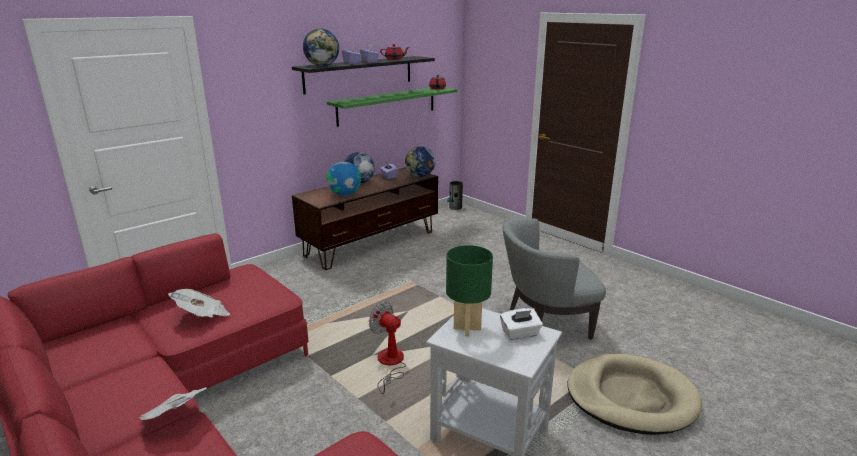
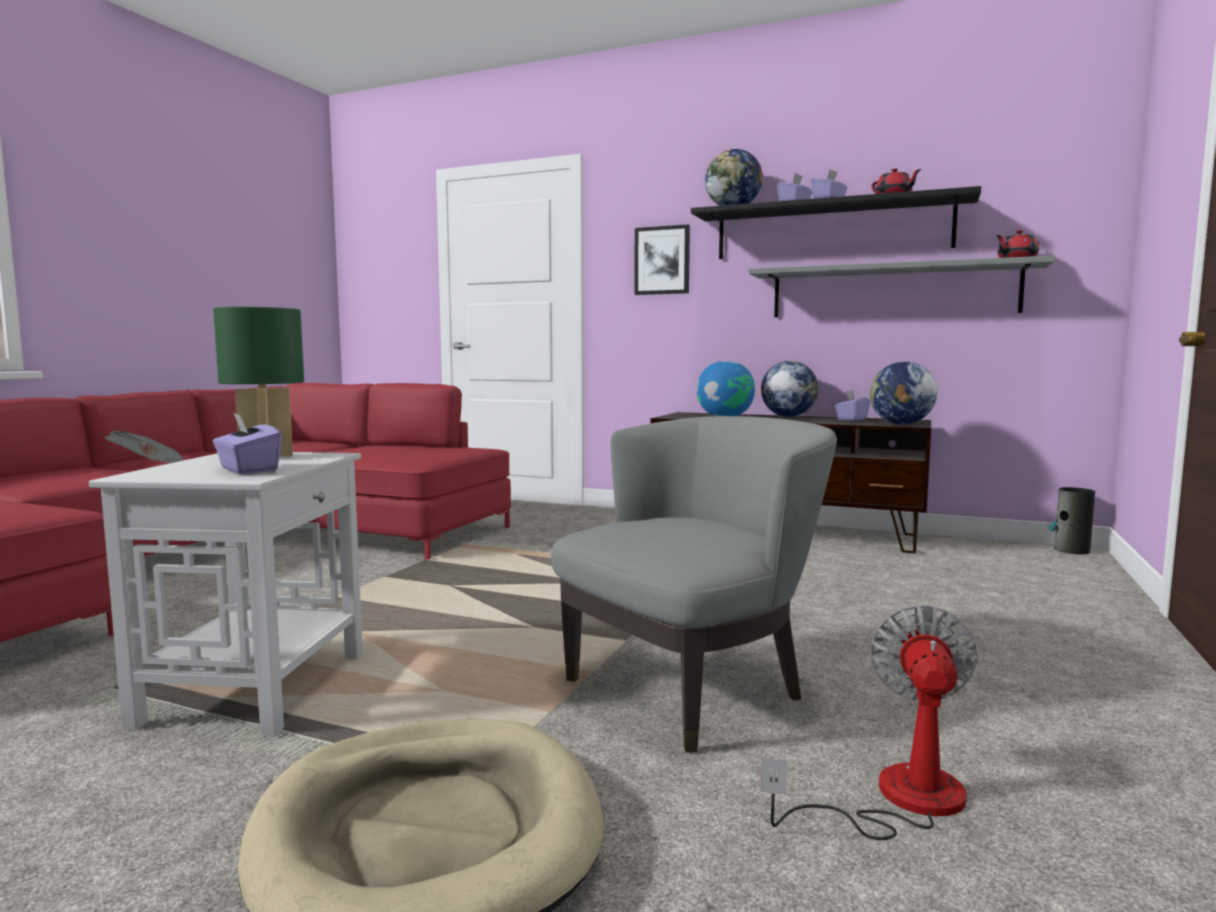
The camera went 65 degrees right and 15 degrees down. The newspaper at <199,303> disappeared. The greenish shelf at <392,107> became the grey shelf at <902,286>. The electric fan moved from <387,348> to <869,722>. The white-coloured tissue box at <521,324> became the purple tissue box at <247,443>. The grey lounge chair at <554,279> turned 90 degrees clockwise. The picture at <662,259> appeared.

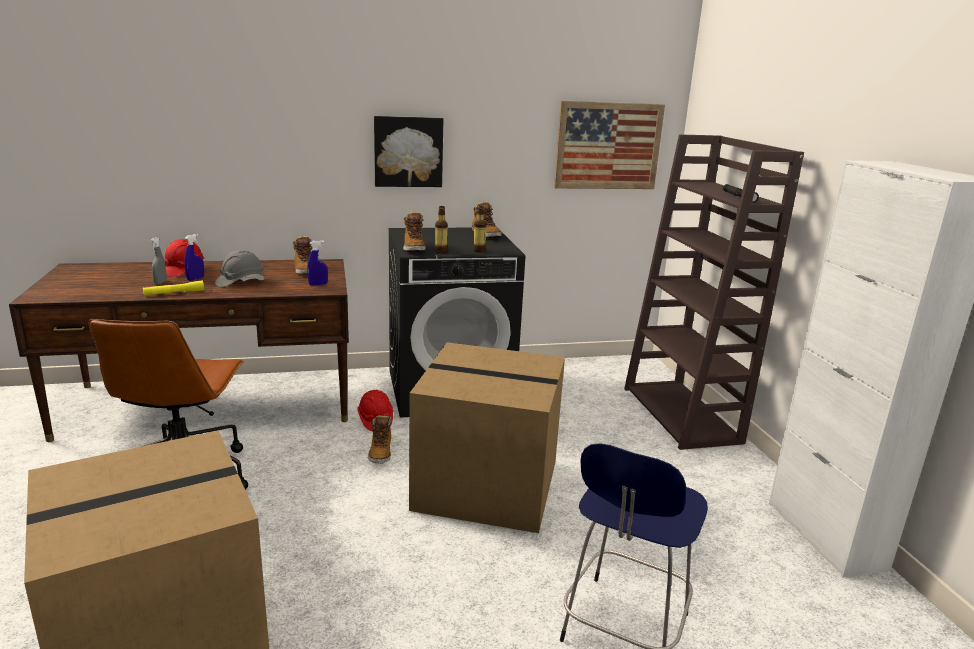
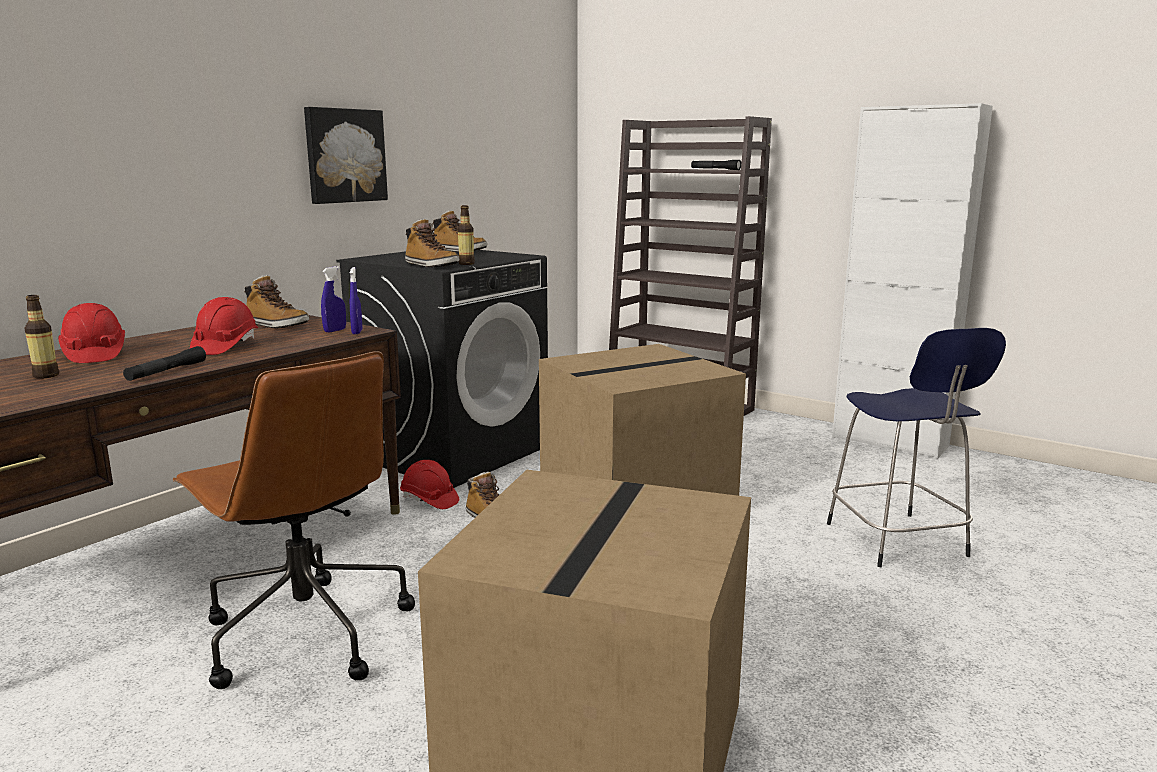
The camera went 40 degrees left and 5 degrees down. The yellowish torch at <173,287> became the blackish torch at <164,363>. The grey sprayer at <158,261> disappeared. The bluish sprayer moved from <194,257> to <356,300>. The grey safety helmet at <240,268> became the red-coloured safety helmet at <224,326>. The drink bottle moved from <480,229> to <41,337>. The picture at <609,145> disappeared.

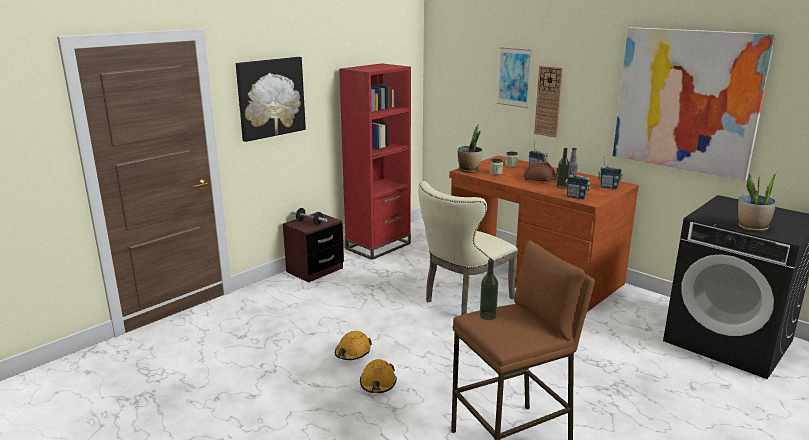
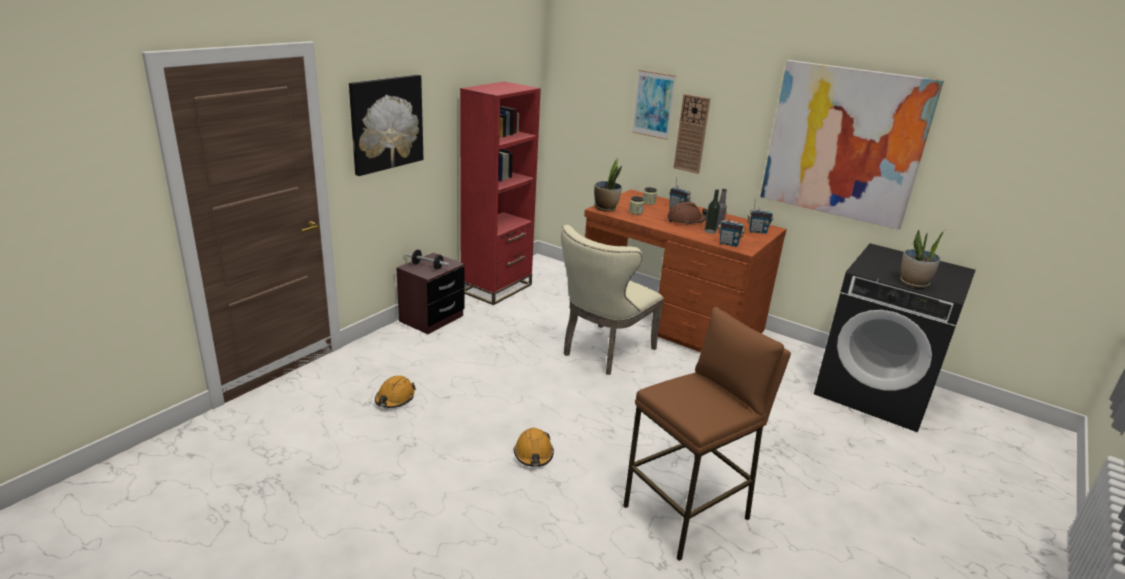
The camera went 10 degrees left and 5 degrees up. The orange-coloured safety helmet moved from <353,345> to <395,392>. The drink bottle at <489,289> disappeared.

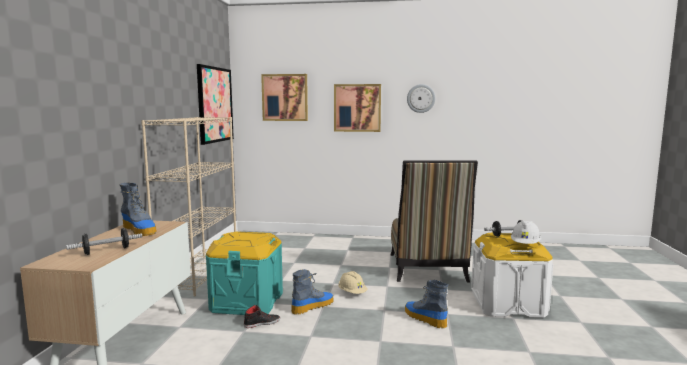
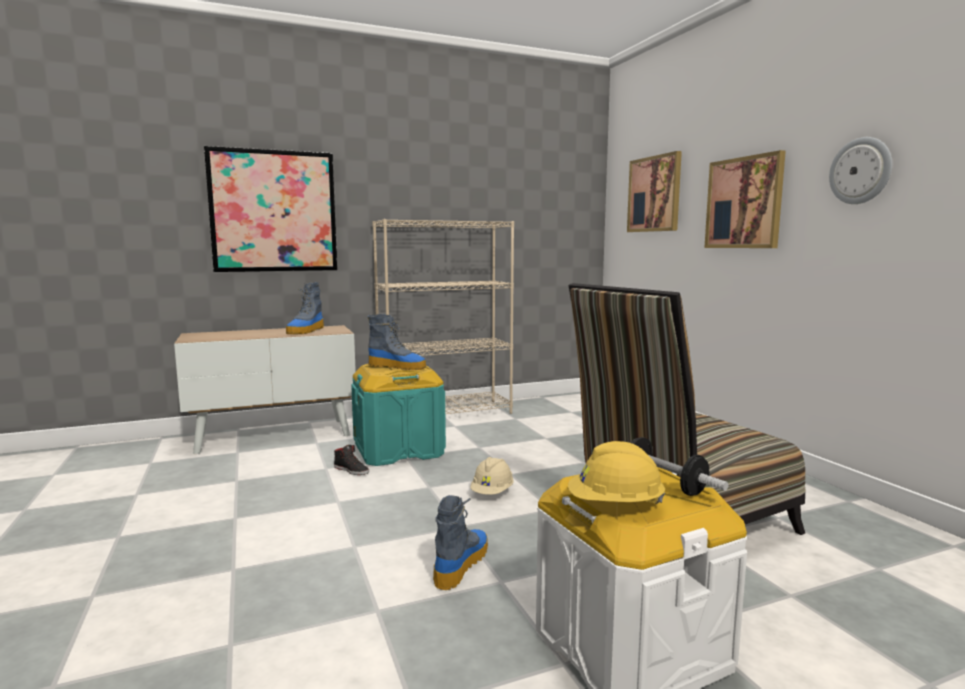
The camera went 60 degrees right and 0 degrees up. The dumbbell at <104,241> disappeared. The picture moved from <215,104> to <270,209>. The tall boot moved from <312,292> to <397,342>. The white-coloured safety helmet at <526,232> became the yellowish safety helmet at <616,472>.

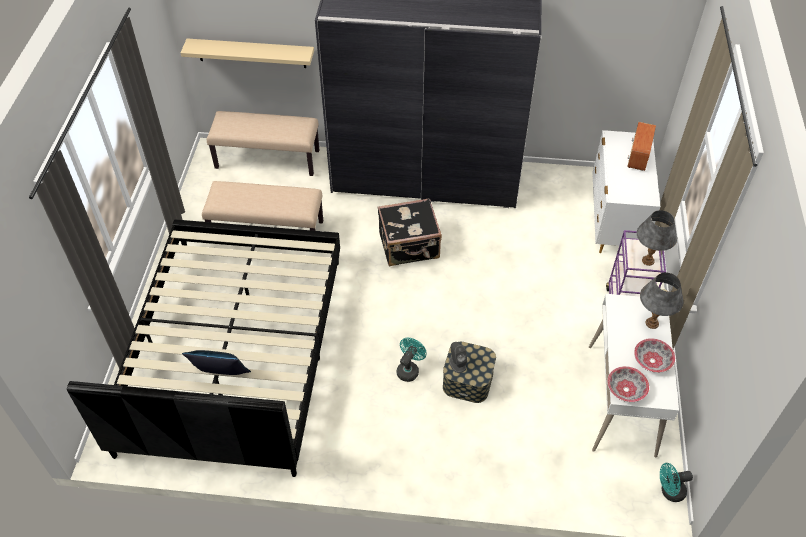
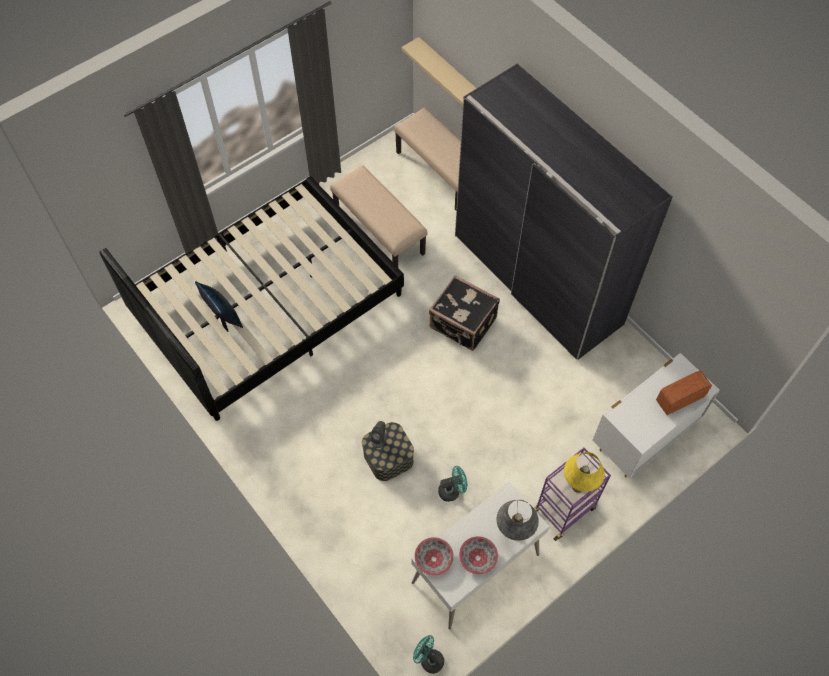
The camera went 45 degrees right and 10 degrees up. The turquoise electric fan moved from <412,360> to <452,484>. The grey table lamp at <657,238> became the yellowish table lamp at <584,472>.

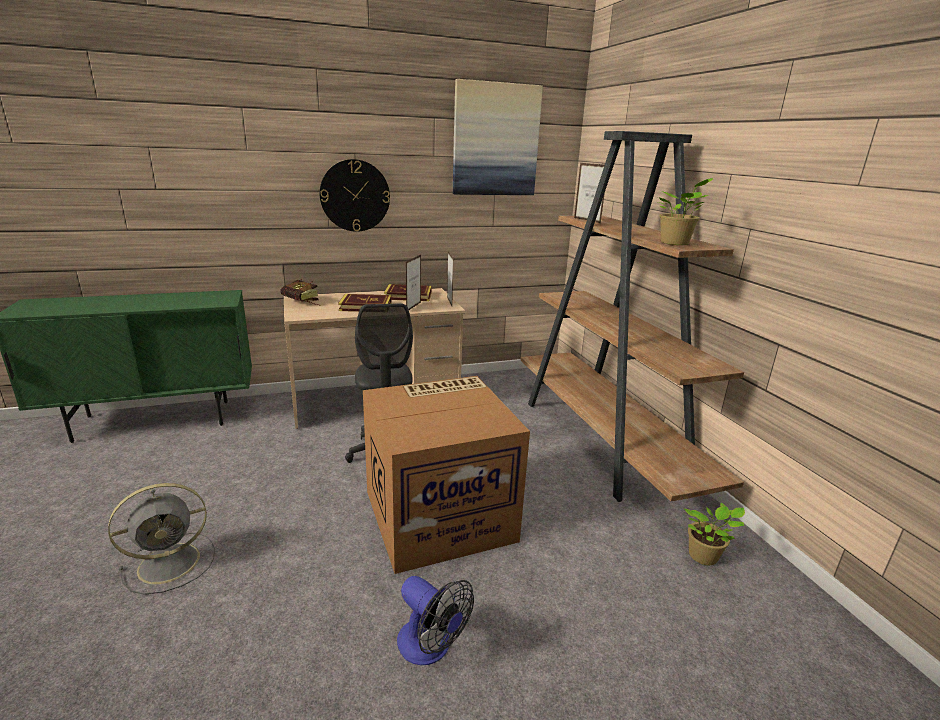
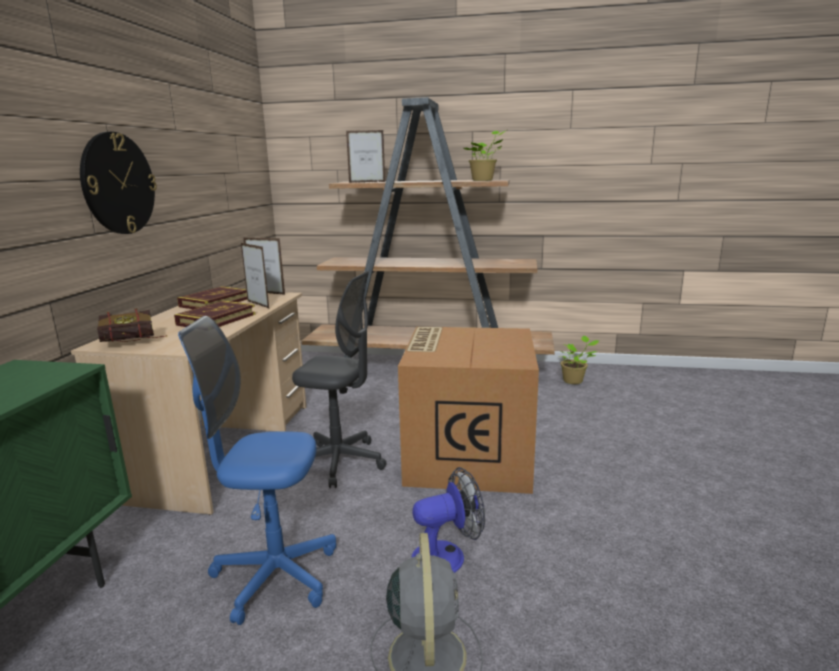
The camera went 60 degrees left and 5 degrees down. The electric fan moved from <435,620> to <448,520>. The picture at <498,137> disappeared. The bluish office chair at <257,470> appeared.

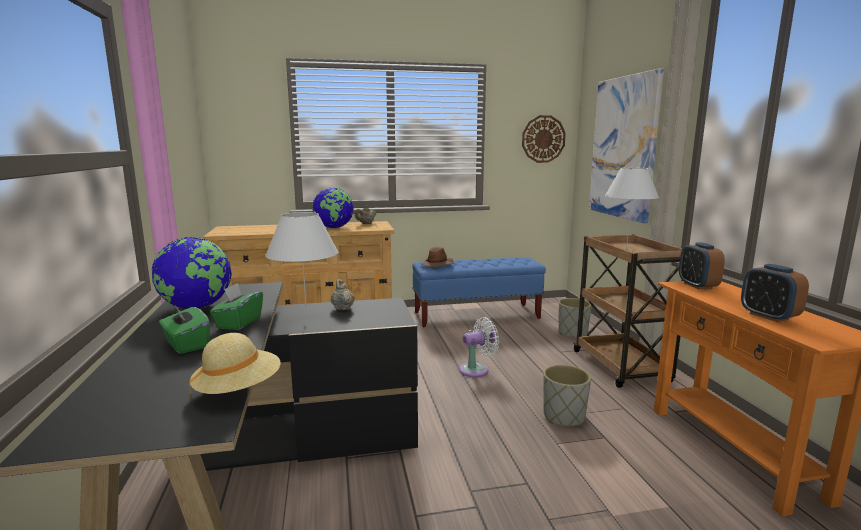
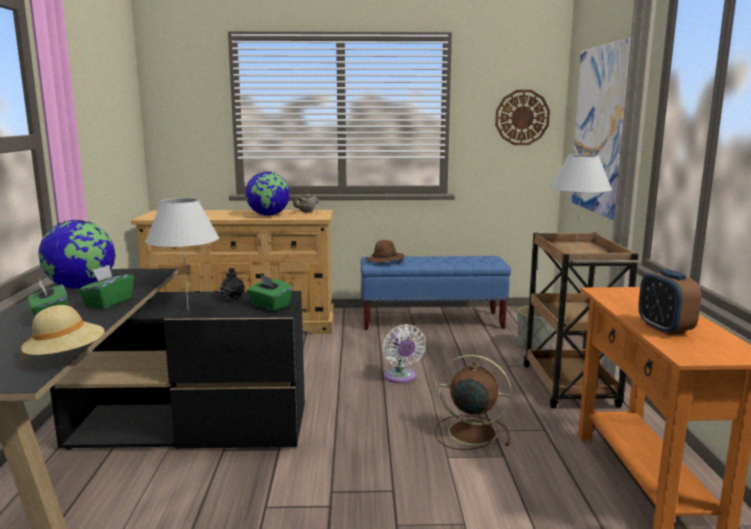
The camera went 10 degrees right and 0 degrees up. The beige-coloured teapot at <343,294> became the blackish teapot at <232,284>. The white-coloured electric fan at <479,347> turned 90 degrees clockwise. The grey flower pot at <567,395> was replaced by the brown-coloured electric fan at <473,402>. The bedside clock at <702,265> disappeared. The greenish tissue box at <269,293> appeared.

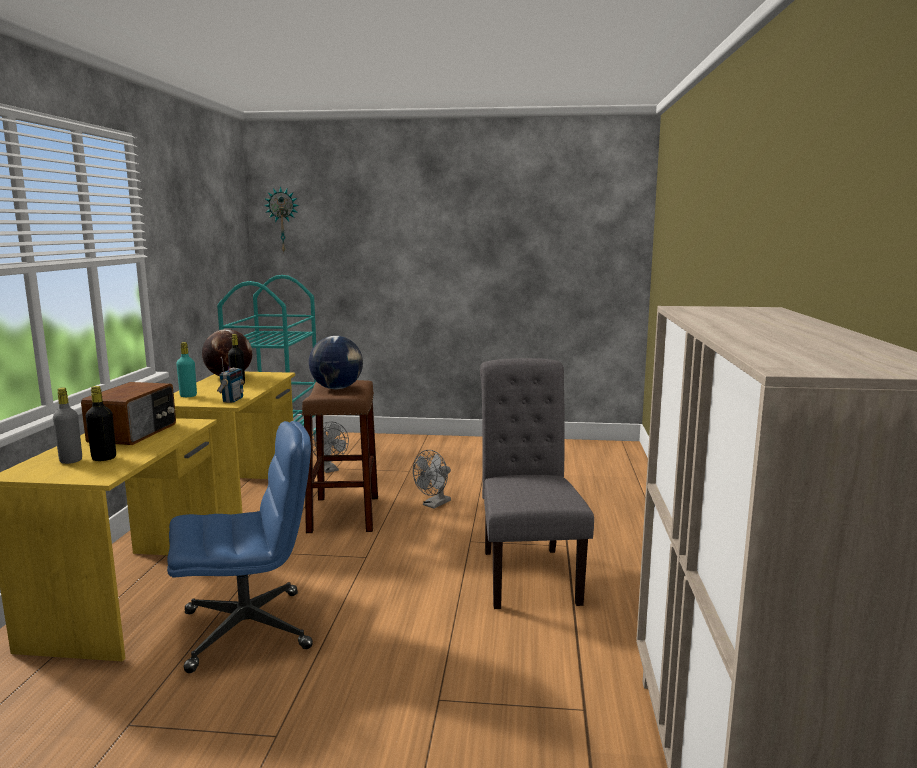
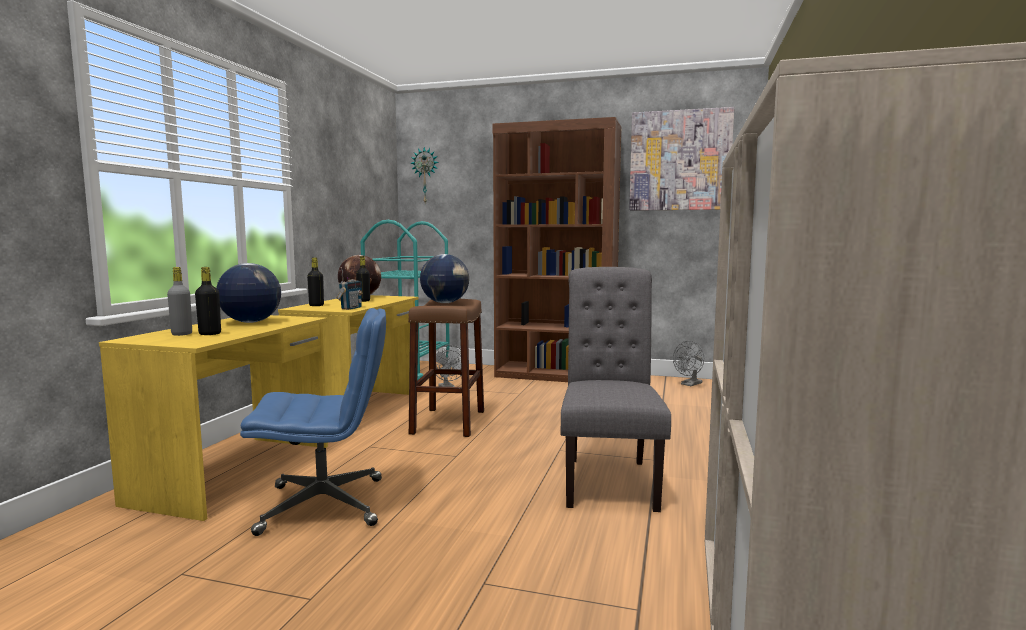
The camera went 10 degrees right and 5 degrees down. The radio at <128,413> was replaced by the desk globe at <248,293>. The turquoise drink bottle at <186,369> became the blackish drink bottle at <315,281>. The grey electric fan moved from <432,479> to <688,363>. The brown-coloured bookshelf at <556,249> appeared. The picture at <681,159> appeared.

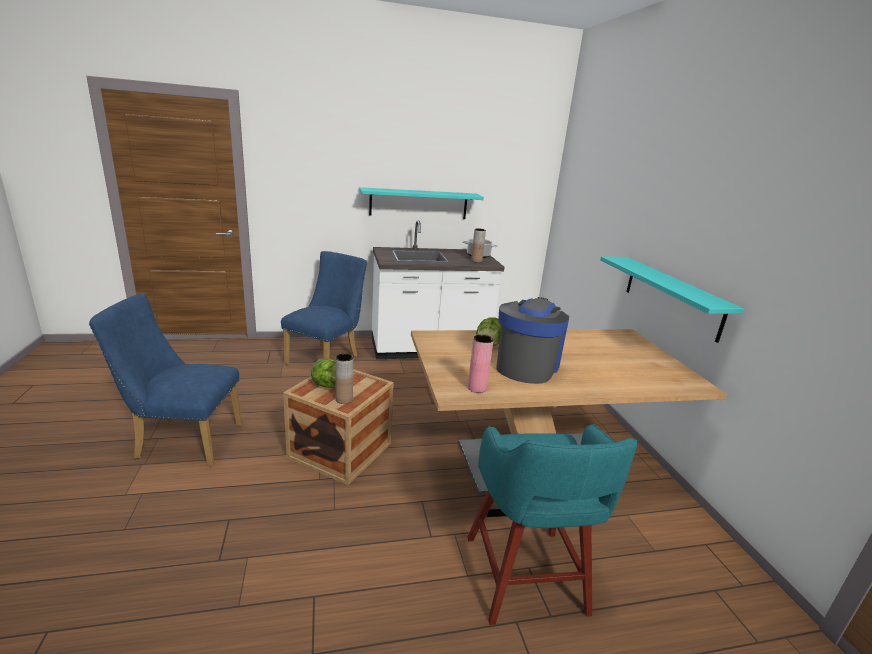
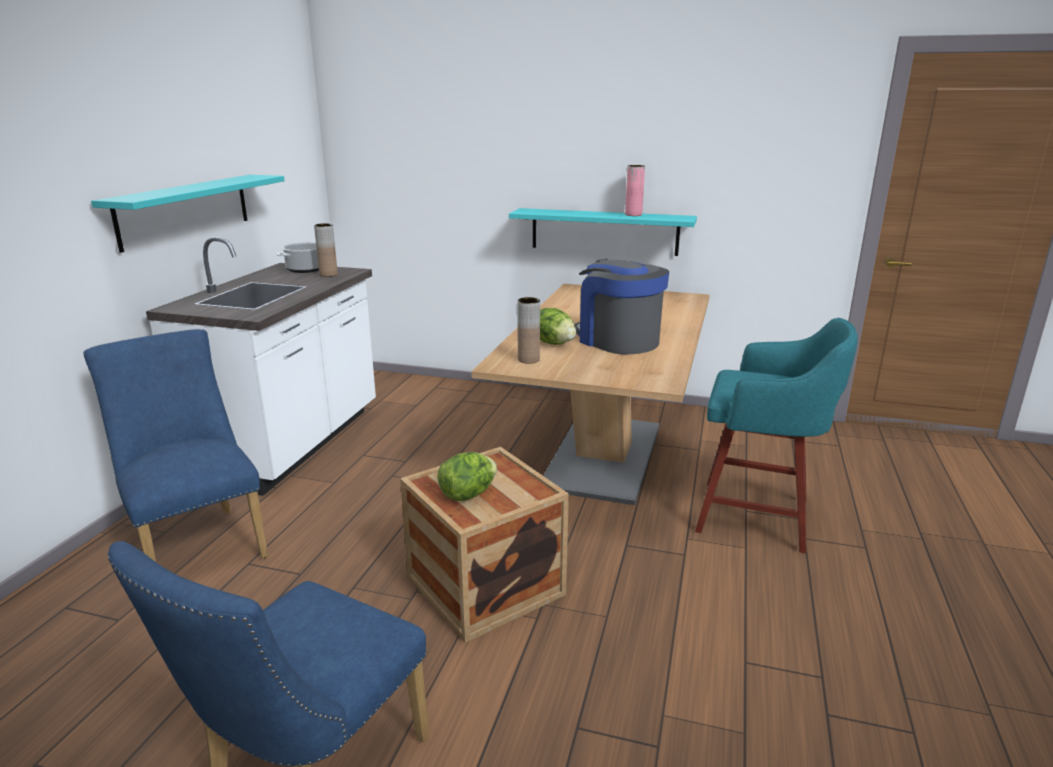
The camera went 60 degrees left and 0 degrees up. The brown-coloured flower vase moved from <344,378> to <528,330>. The pink flower vase moved from <480,364> to <635,190>.

